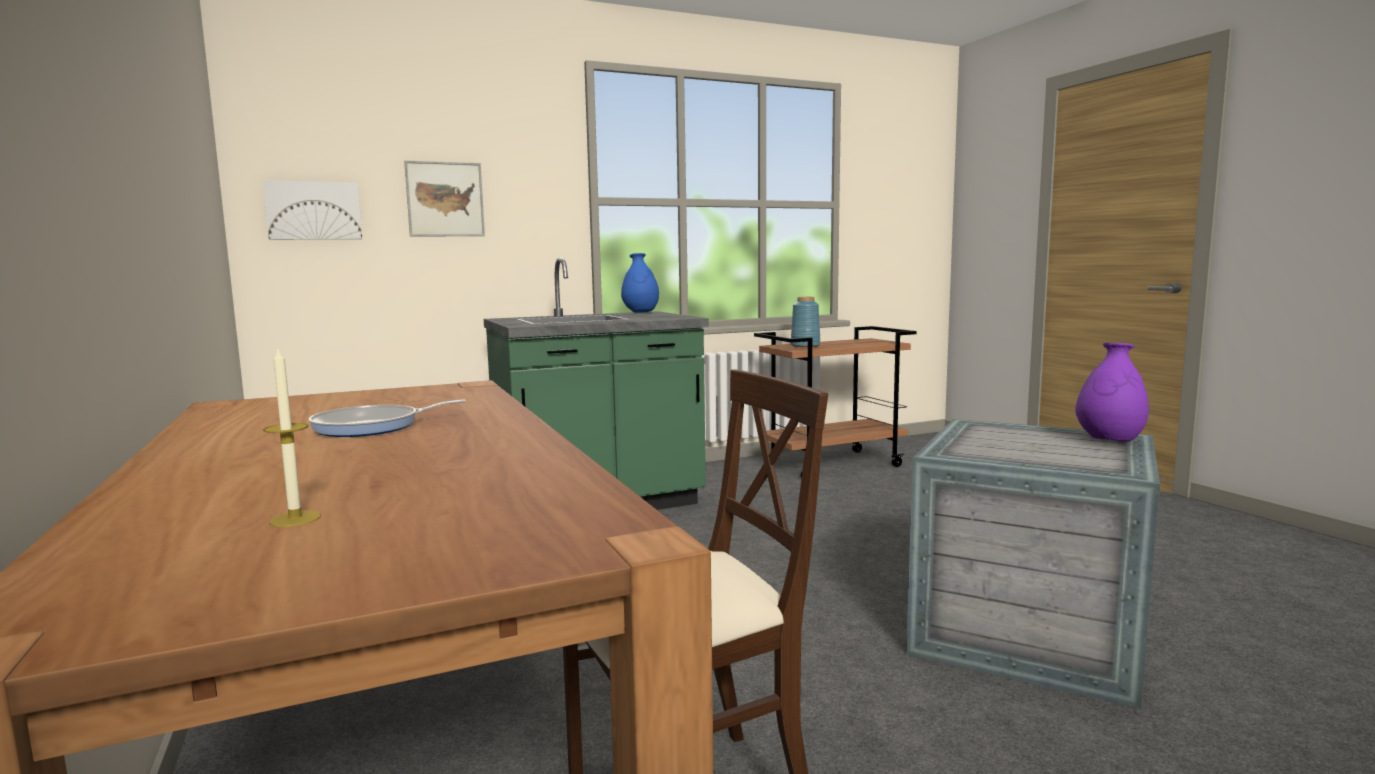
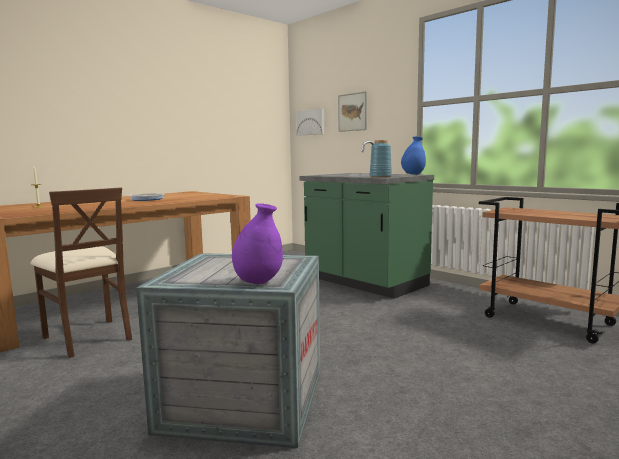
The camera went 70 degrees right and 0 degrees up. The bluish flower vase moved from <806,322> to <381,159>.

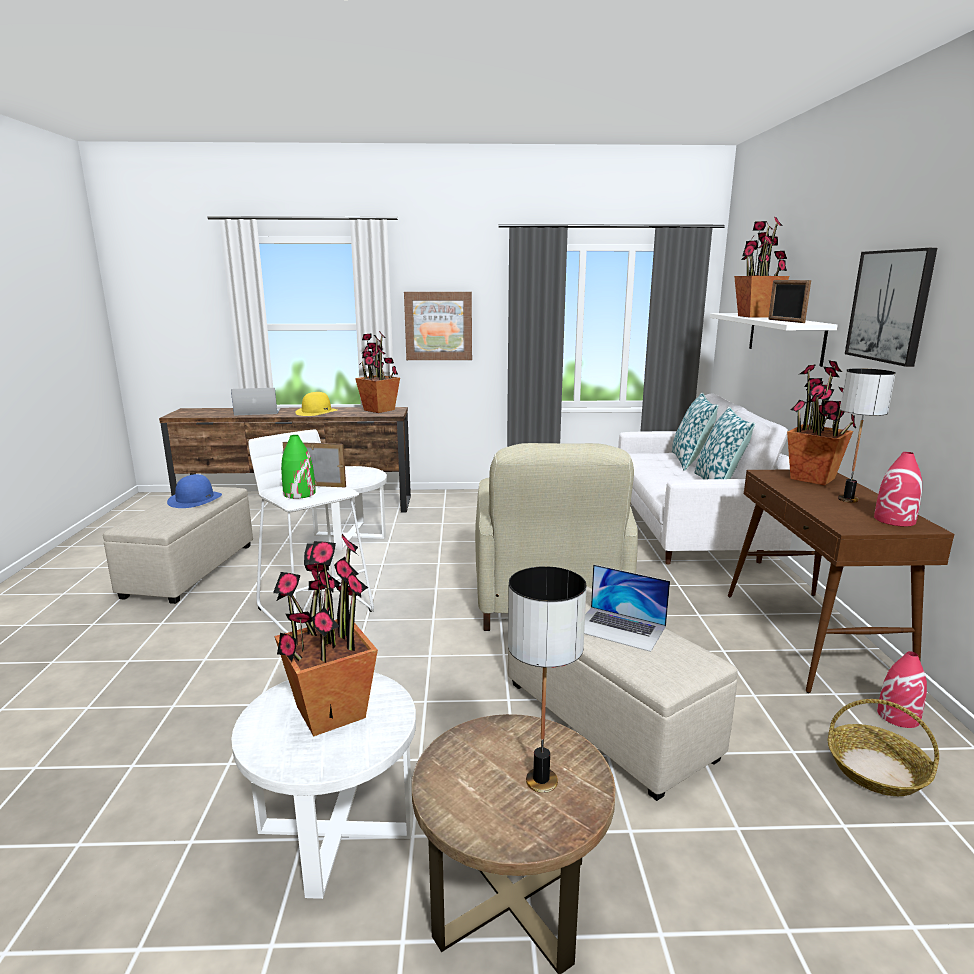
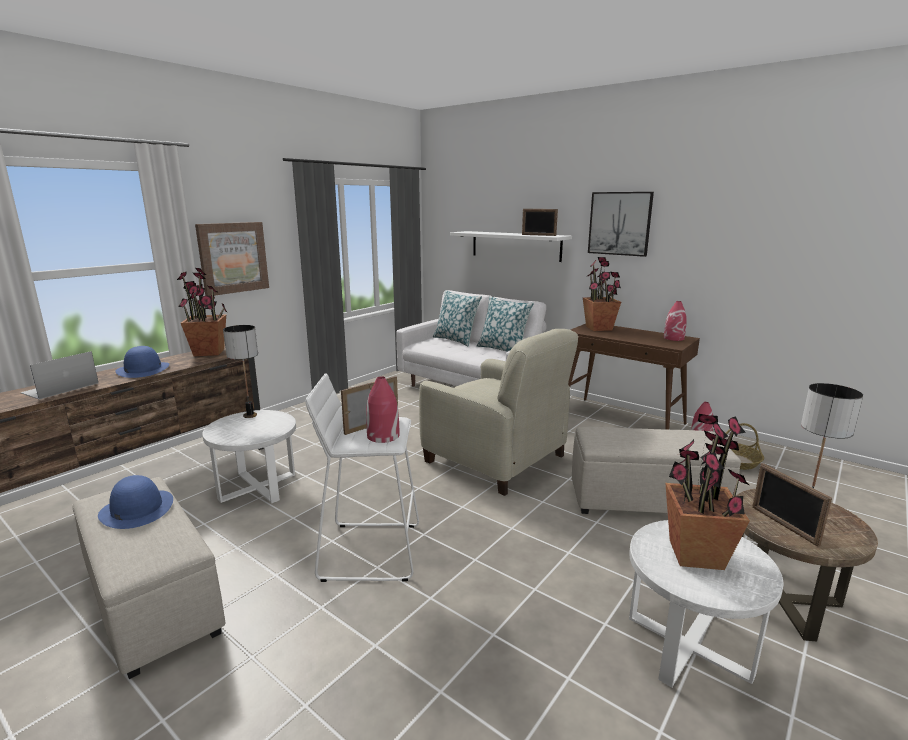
The camera went 50 degrees left and 0 degrees up. The greenish flower vase at <298,467> became the red-coloured flower vase at <382,409>. The yellowish wearable hat at <316,404> became the bluish wearable hat at <142,362>. The laptop at <627,608> disappeared. The houseplant at <761,267> disappeared. The table lamp moved from <867,435> to <240,371>. The picture frame at <792,505> appeared.

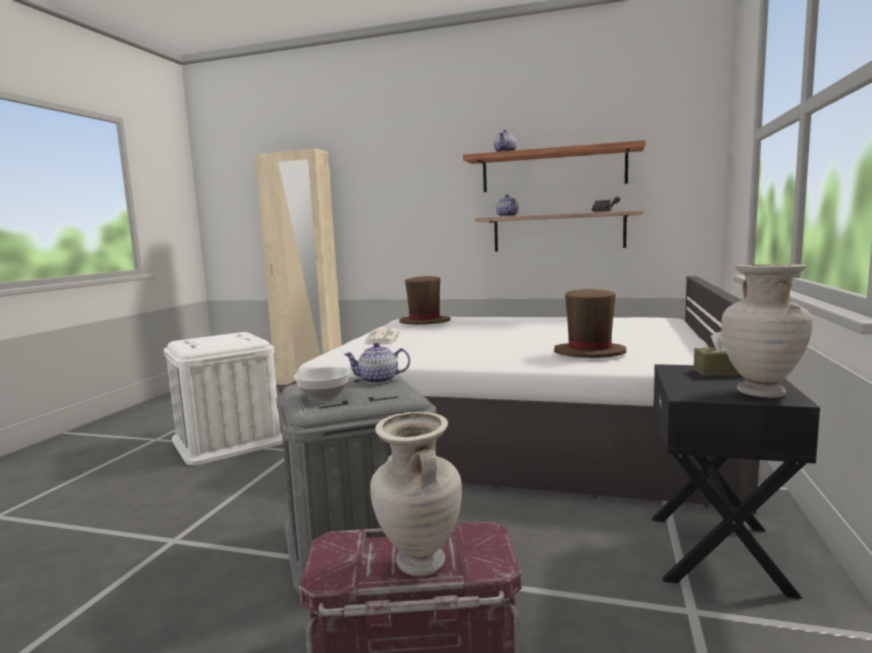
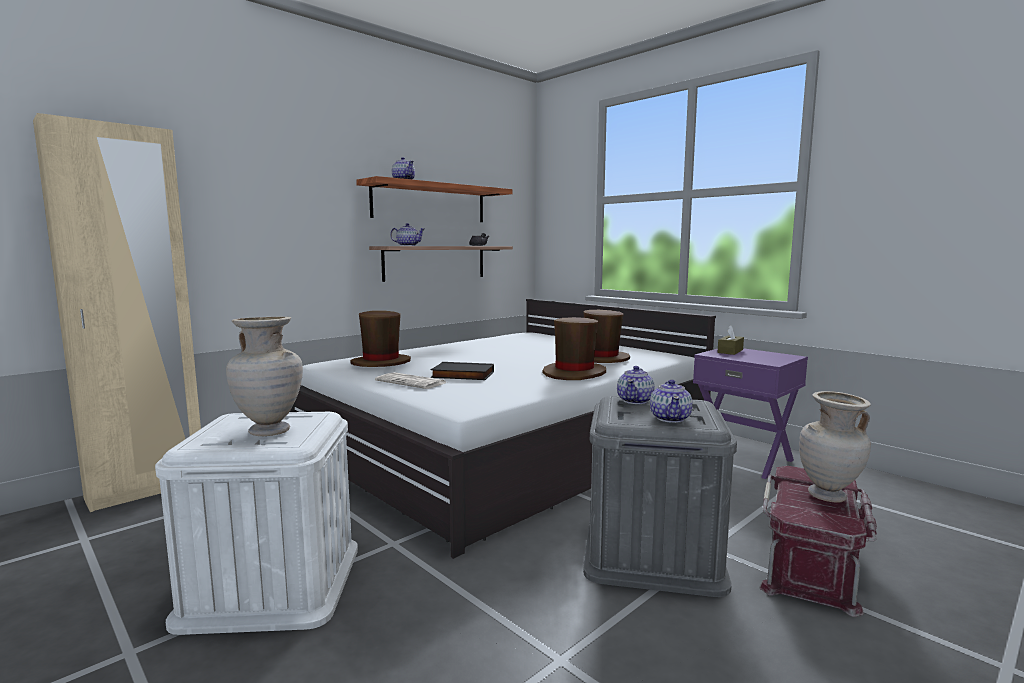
The camera went 60 degrees left and 0 degrees up. The serving bowl at <322,383> was replaced by the teapot at <671,401>. The blackish night table at <736,481> became the purple night table at <750,413>. The beige-coloured flower vase moved from <767,331> to <264,376>. The blackish bound book at <462,371> appeared. The brown-coloured wearable hat at <574,348> appeared.

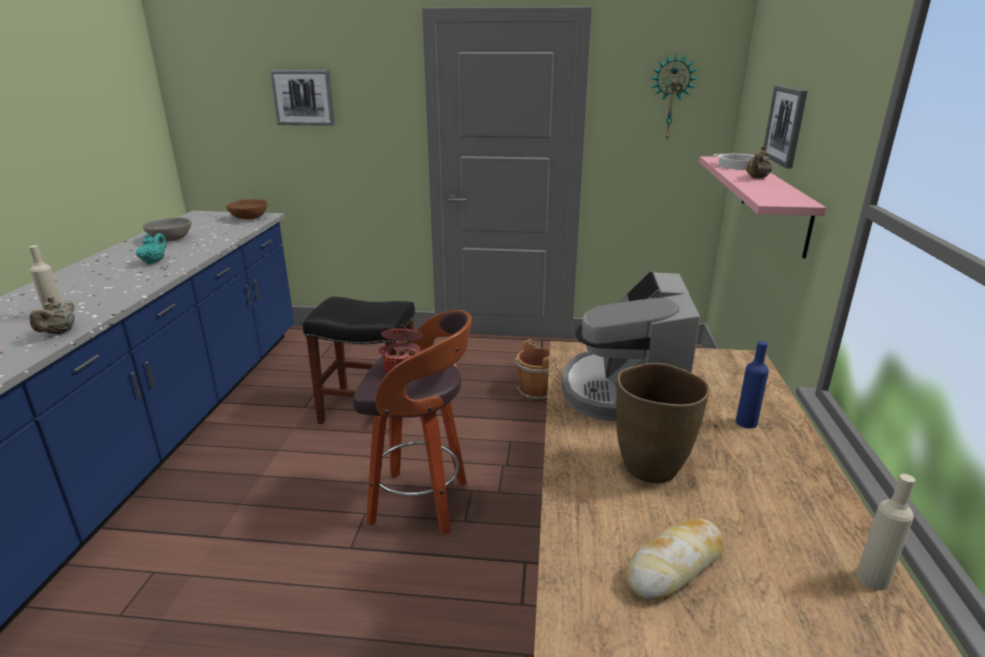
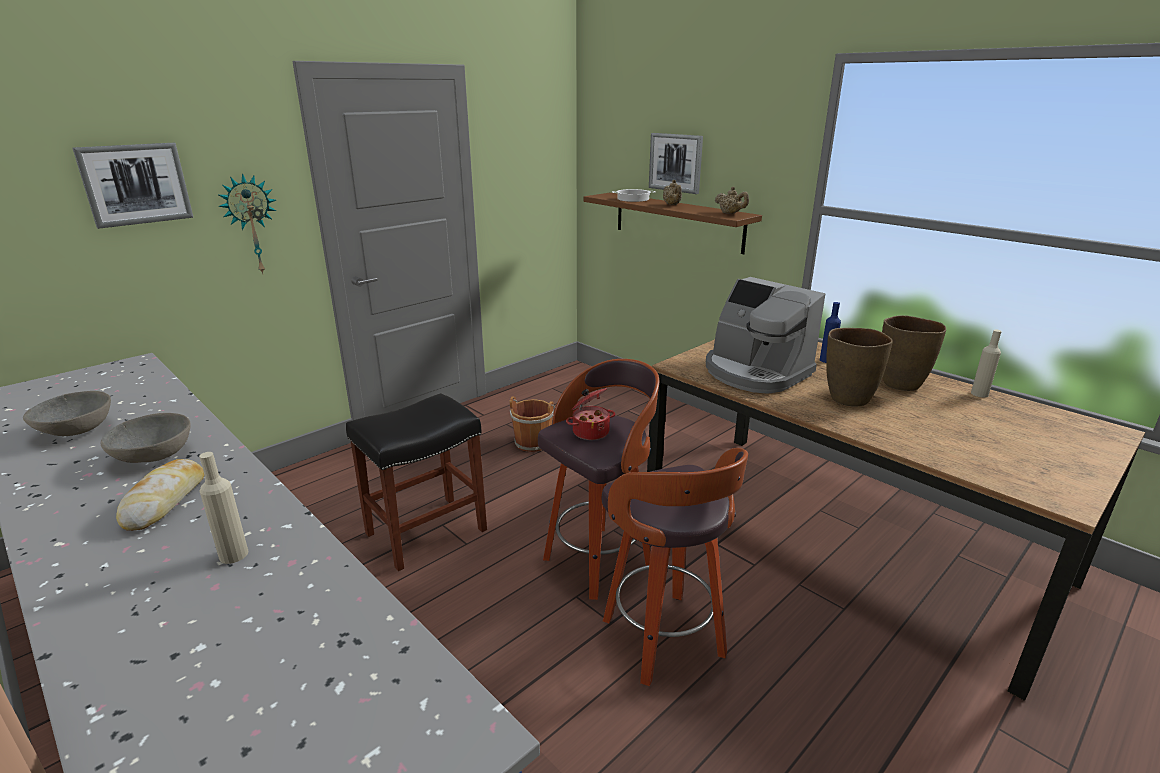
The camera went 50 degrees left and 0 degrees up. The beige-coloured teapot moved from <52,315> to <732,200>. The turquoise teapot at <151,248> was replaced by the grey serving bowl at <145,438>. The brown-coloured serving bowl at <247,209> disappeared. The bread moved from <675,560> to <160,495>. The clock on the wall moved from <674,96> to <247,223>. The pink shelf at <762,207> became the brown-coloured shelf at <672,223>. The sitting stool at <675,567> appeared. The brown-coloured flower vase at <914,353> appeared.

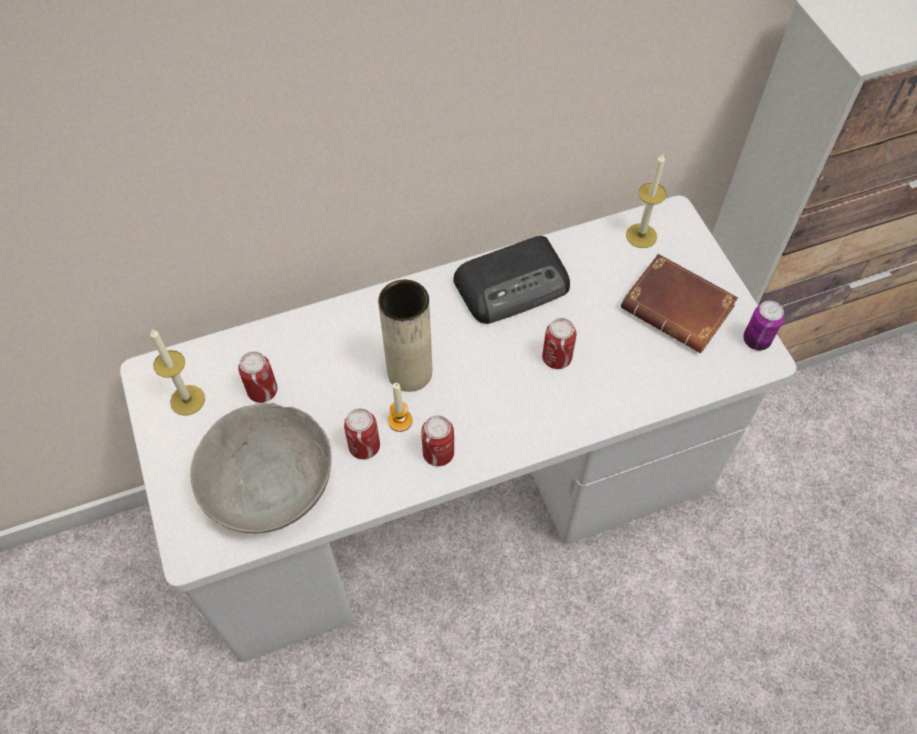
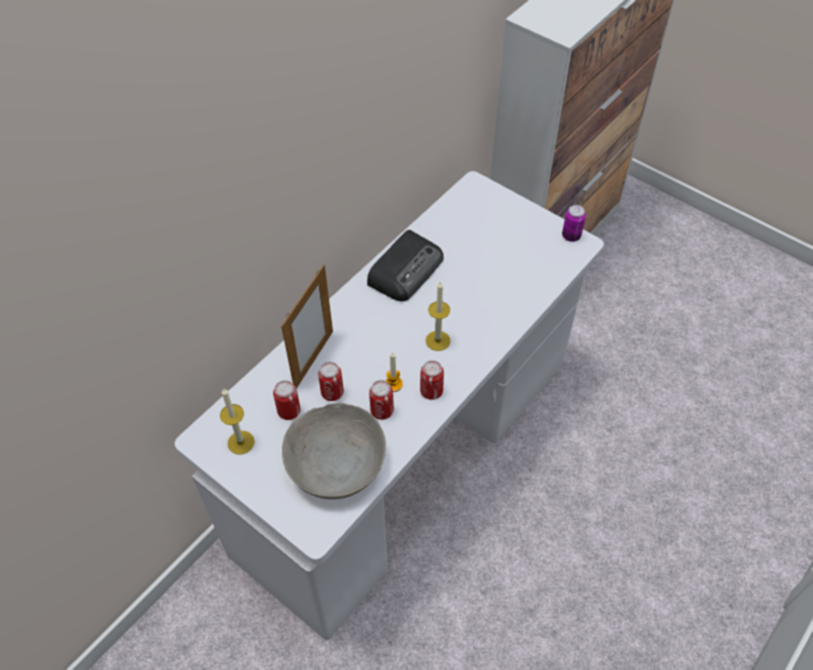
The camera went 30 degrees left and 5 degrees down. The beige-coloured flower vase at <405,336> disappeared. The metal can moved from <559,343> to <331,381>. The brown-coloured bound book at <679,303> disappeared. The wax light moved from <646,201> to <438,316>. The picture frame at <307,326> appeared.

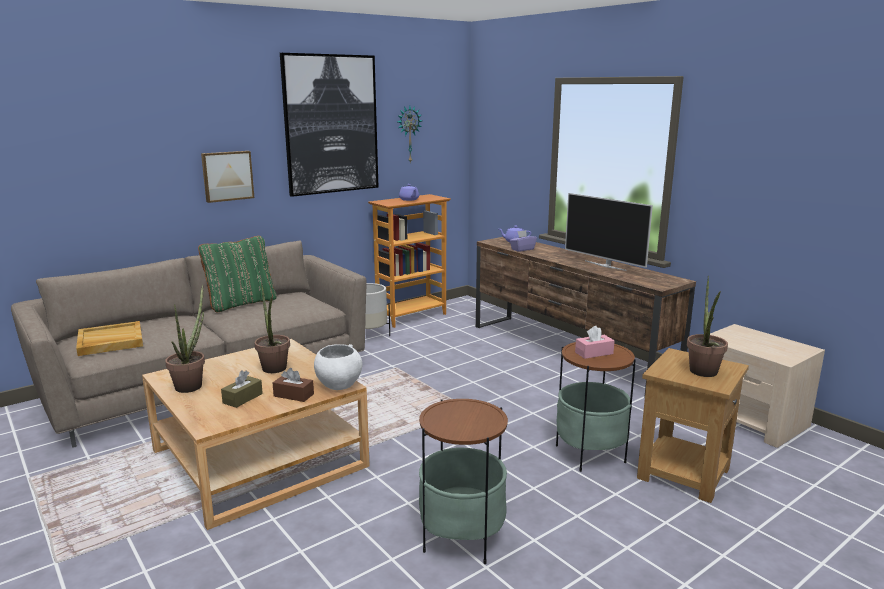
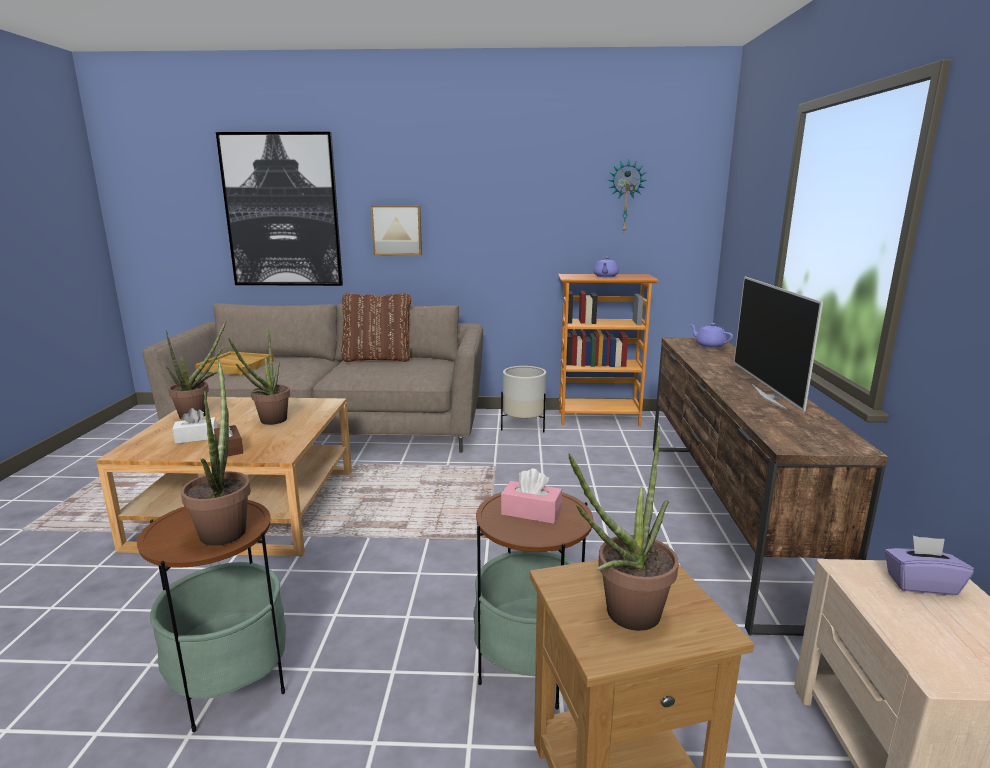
The camera went 40 degrees right and 0 degrees up. The greenish throw pillow at <237,274> became the brown-coloured throw pillow at <376,327>. The brown-coloured tissue box at <242,389> became the white-coloured tissue box at <194,426>. The picture moved from <329,125> to <279,209>. The white-coloured serving bowl at <338,367> disappeared. The purple tissue box moved from <523,241> to <929,565>. The houseplant at <216,453> appeared.

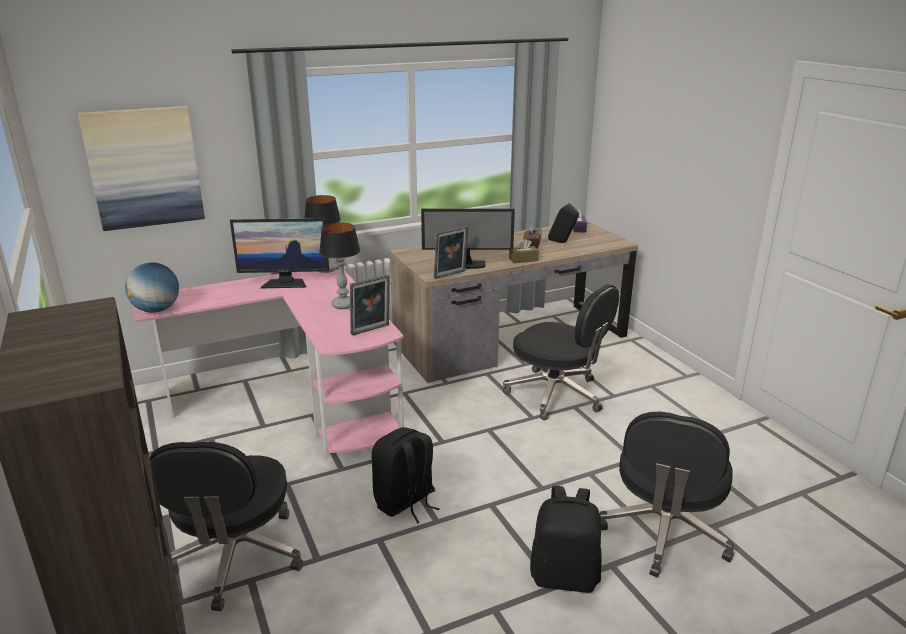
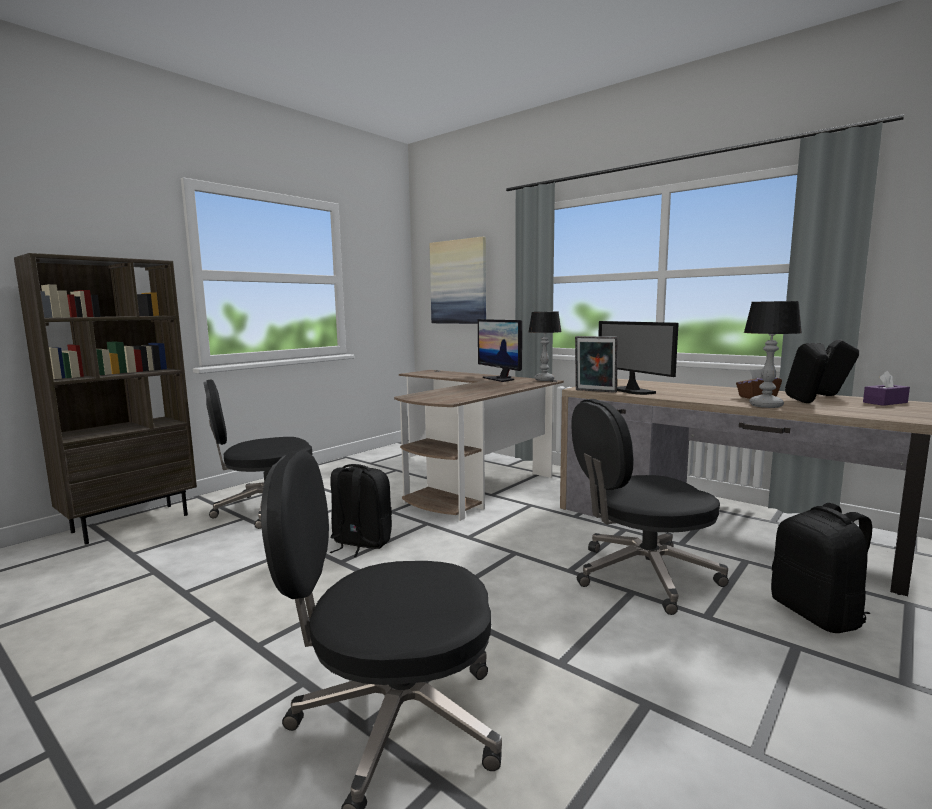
The camera went 65 degrees right and 15 degrees down. The desk globe at <152,287> disappeared. The pink desk unit at <268,361> became the brown-coloured desk unit at <479,445>. The table lamp moved from <339,266> to <773,354>. The picture frame at <370,305> disappeared. The blackish office chair at <561,352> turned 60 degrees clockwise. The brown-coloured tissue box at <524,251> disappeared. The blackish rucksack moved from <566,539> to <821,568>. The blackish speaker at <838,368> appeared.

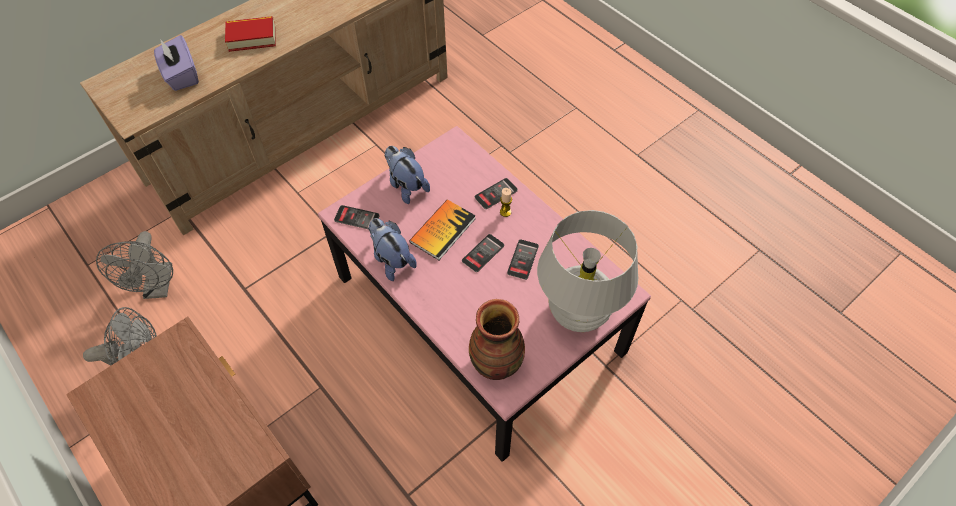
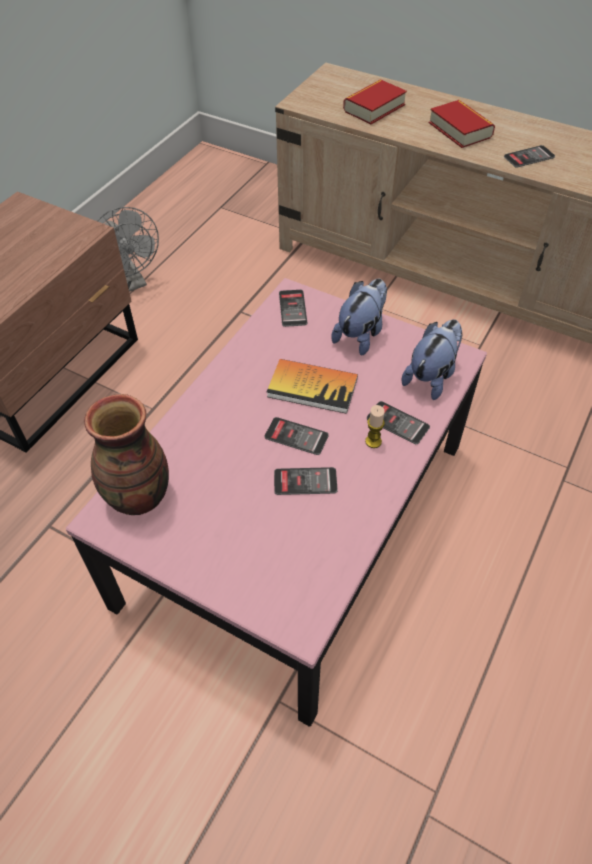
The camera went 70 degrees right and 5 degrees down. The grey electric fan at <134,265> disappeared. The purple tissue box at <176,63> was replaced by the bound book at <375,101>. The plush toy moved from <393,249> to <432,359>. The white-coloured table lamp at <587,271> disappeared. The telephone at <529,156> appeared.

